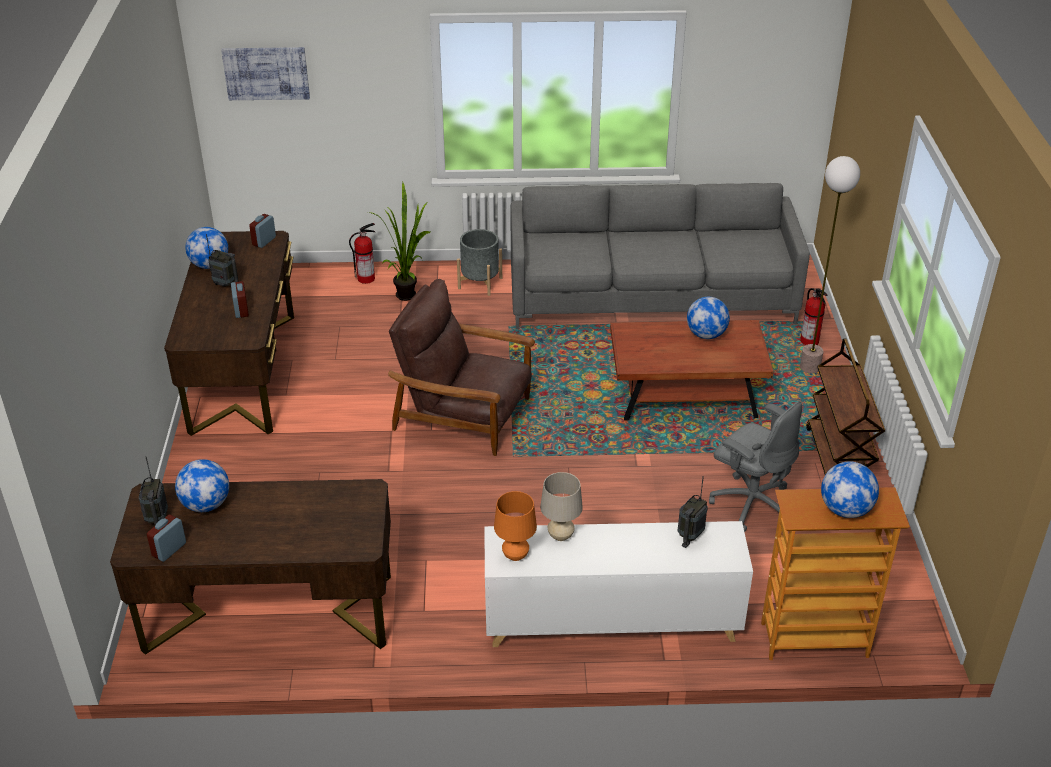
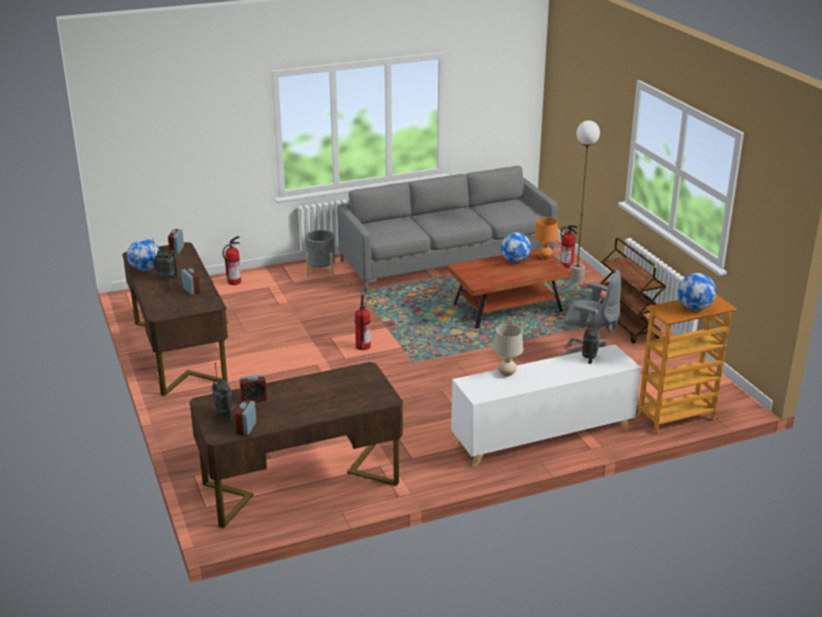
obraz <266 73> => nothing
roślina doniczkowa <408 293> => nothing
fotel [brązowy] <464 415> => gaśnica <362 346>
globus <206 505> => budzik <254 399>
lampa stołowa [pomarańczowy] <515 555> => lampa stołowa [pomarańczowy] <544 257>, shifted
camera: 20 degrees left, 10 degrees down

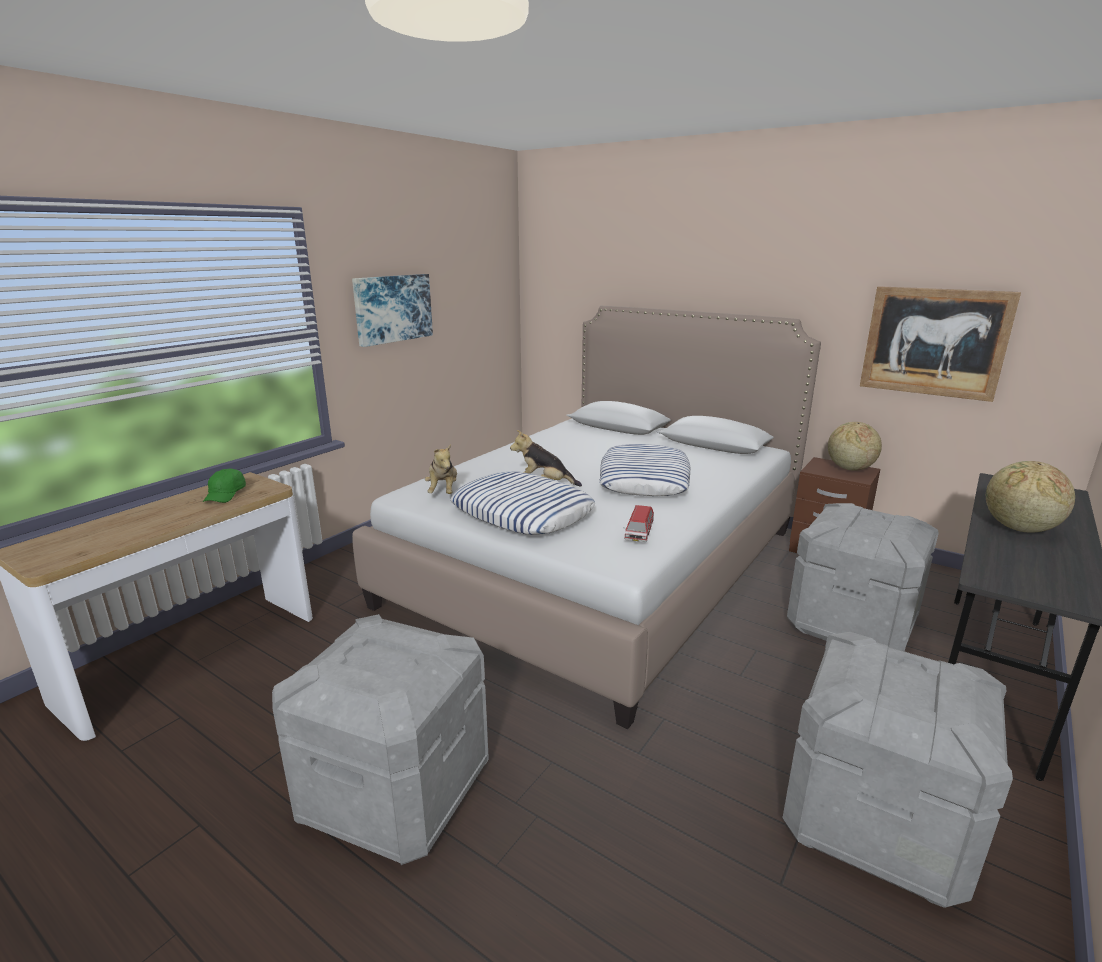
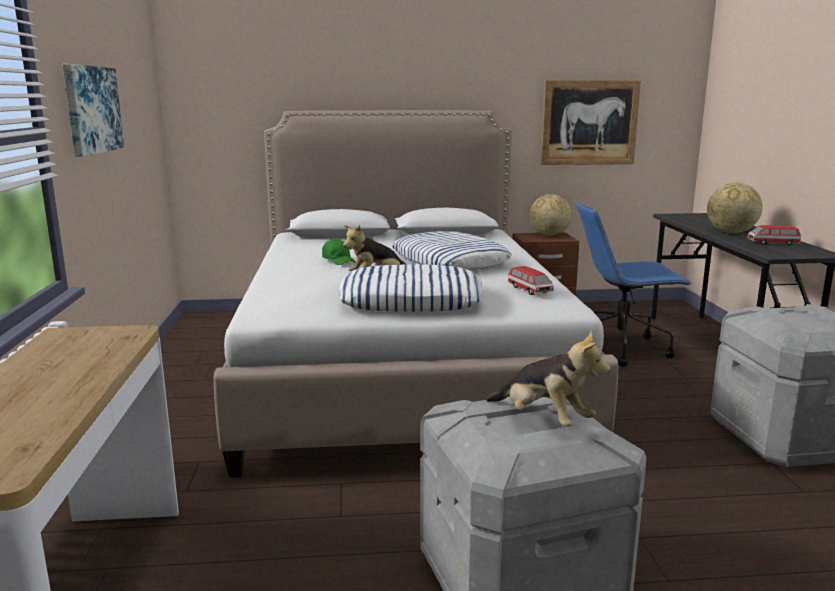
pluszak <443 491> => pluszak <543 419>, shifted
czapka z daszkiem [zielony] <226 495> => czapka z daszkiem [zielony] <339 261>, shifted
pojemnik do przechowywania [szary] <850 624> => krzesło biurowe [niebieski] <621 348>
nothing => samochodzik <772 244>
camera: 40 degrees left, 5 degrees down

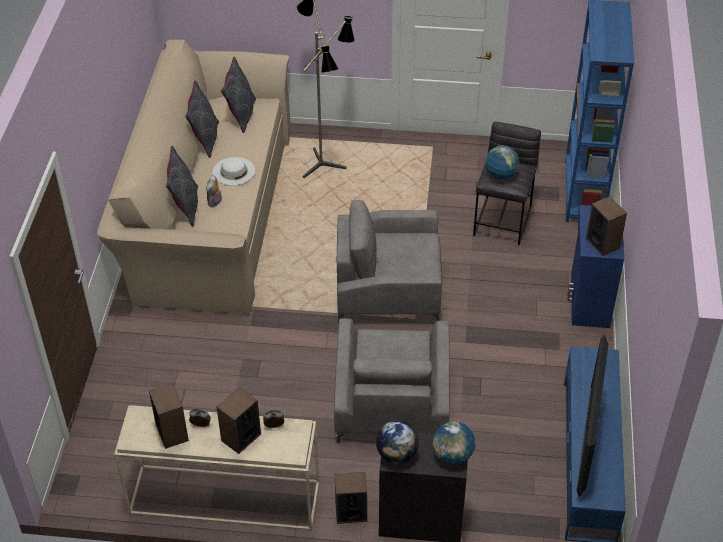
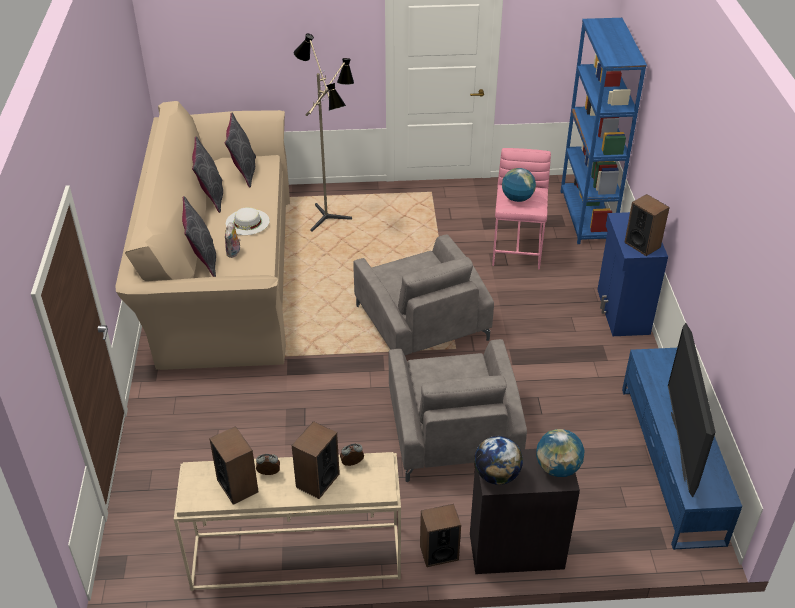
stołek [szary] <503 220> => stołek [różowy] <517 249>
fotel [szary] <388 287> => fotel [szary] <421 322>, 105 degrees counterclockwise
camera: 10 degrees left, 5 degrees down

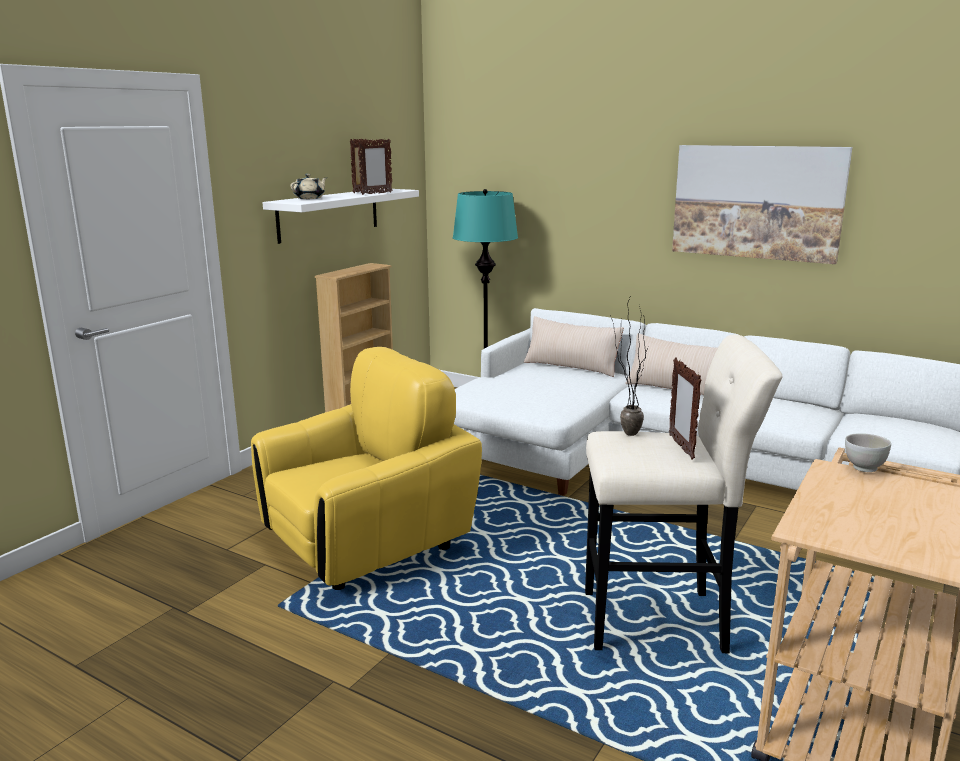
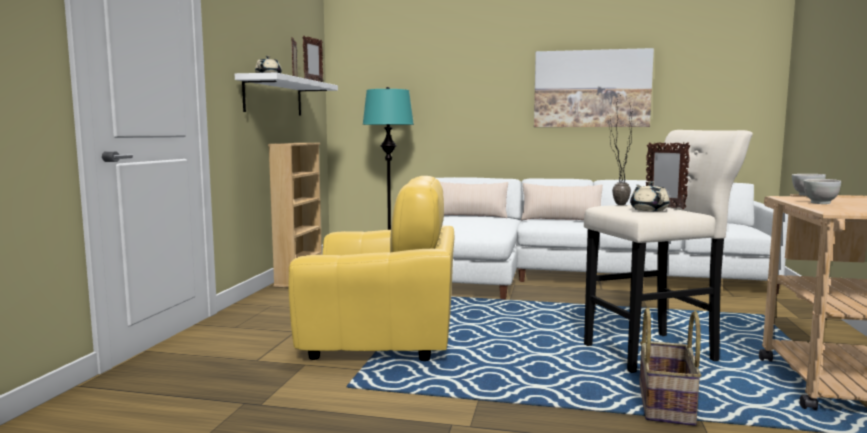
fotel [żółty] <367 541> => fotel [żółty] <381 340>, 60 degrees clockwise
nothing => miska [biały] <820 203>
nothing => imbryk [beżowy] <648 210>
nothing => koszyk <667 404>
camera: 20 degrees left, 10 degrees down

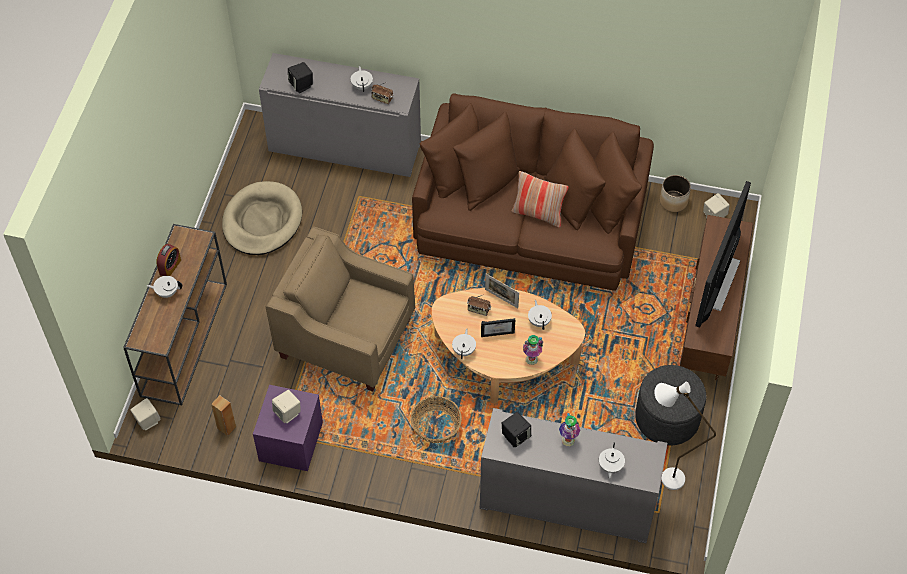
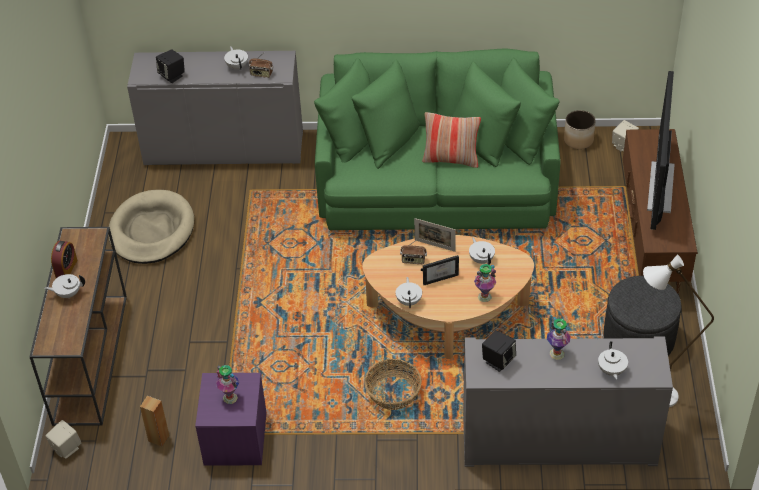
kanapa [brązowy] <530 220> => kanapa [zielony] <437 181>
fotel [beżowy] <346 338> => nothing
głośnik [beżowy] <287 413> => wazon <230 397>
camera: 10 degrees left, 10 degrees down

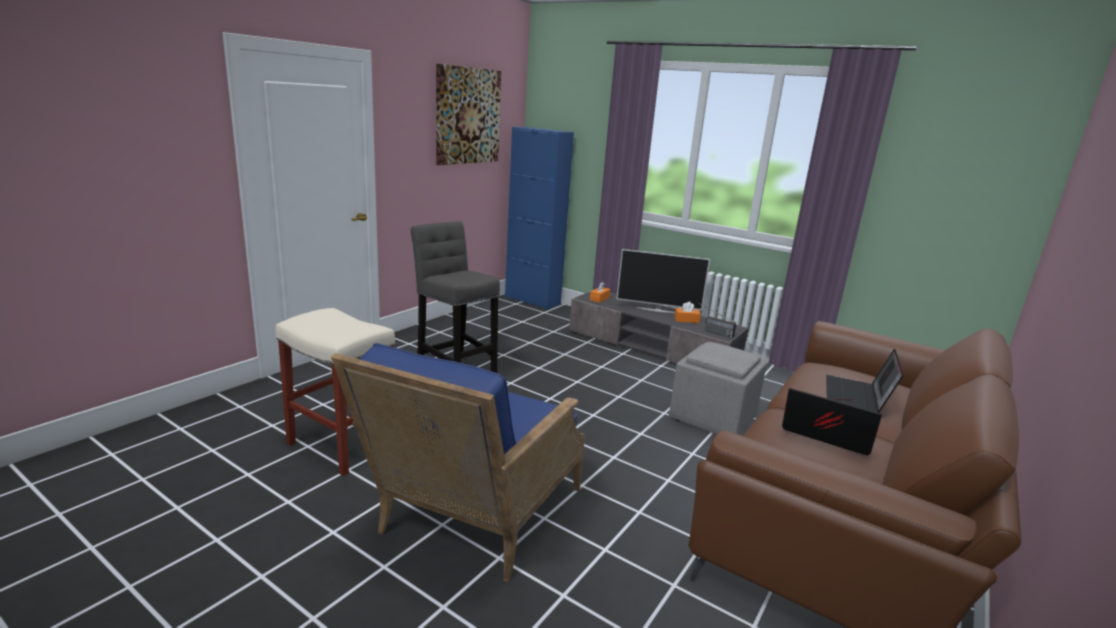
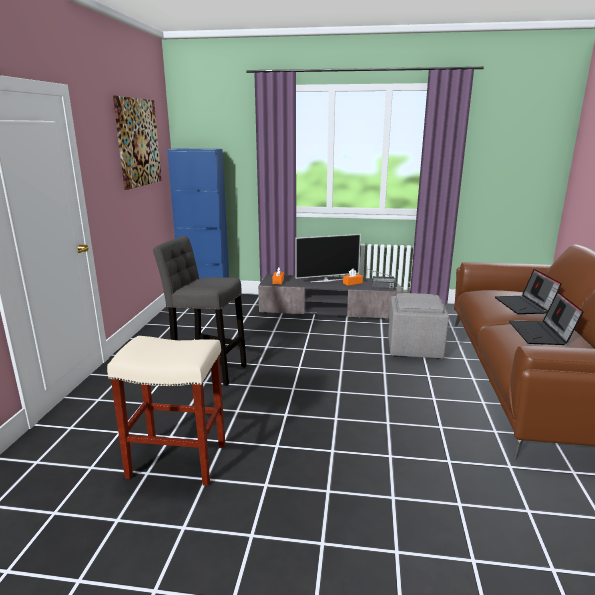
fotel [niebieski] <472 519> => nothing
laptop <825 435> => laptop <541 334>, 90 degrees counterclockwise
camera: 25 degrees left, 0 degrees up

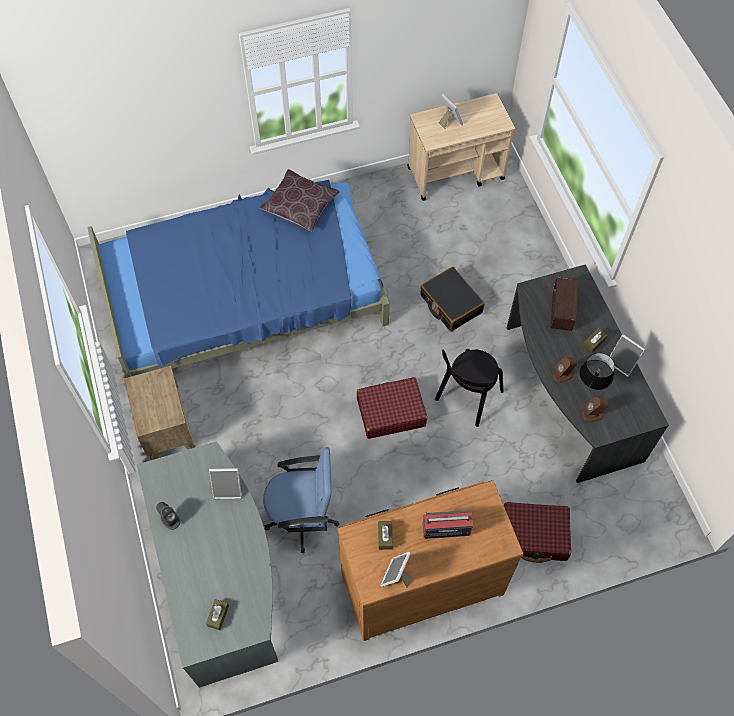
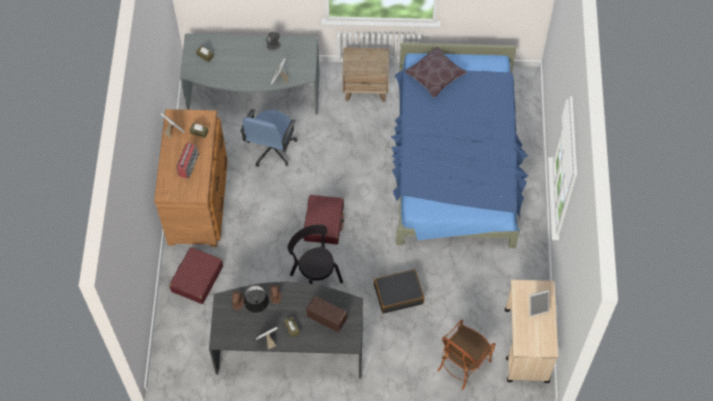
poduszka [brązowy] <300 206> => poduszka [brązowy] <435 76>, shifted
nothing => fotel <463 363>
camera: 110 degrees right, 0 degrees up

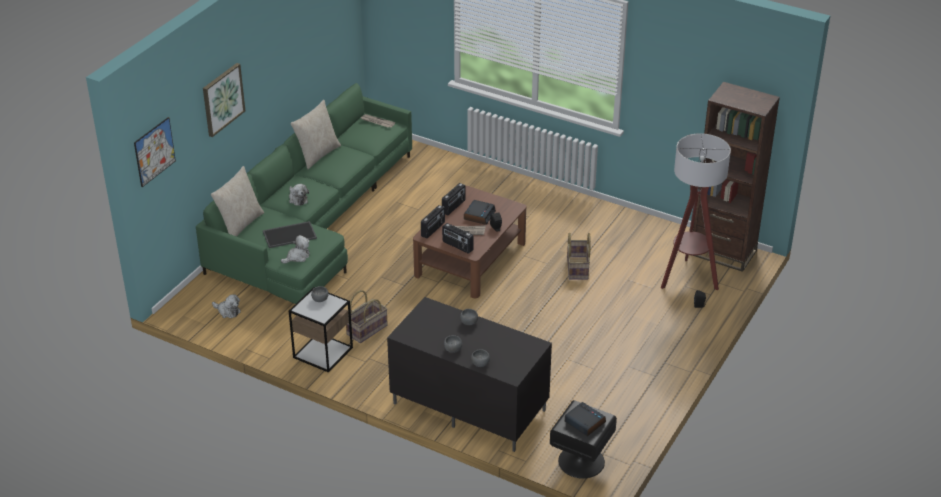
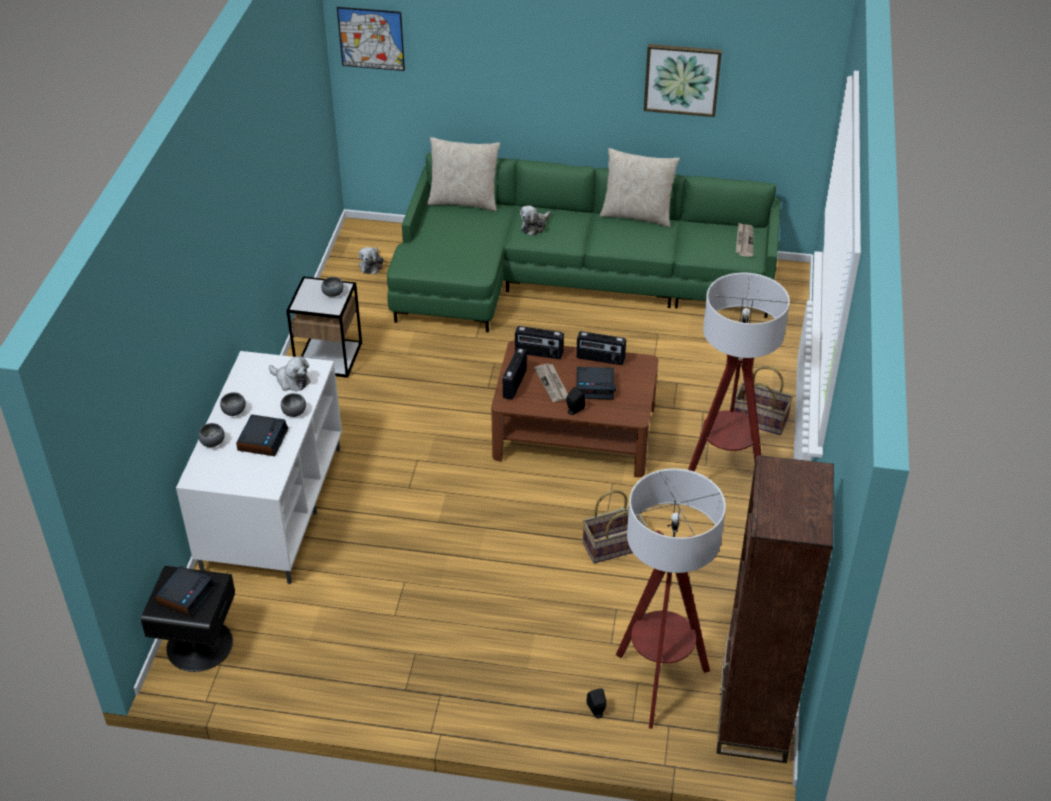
obraz <222 99> => obraz <682 79>, shifted
taca <290 234> => nothing
pluszak <297 257> => pluszak <291 381>, shifted
koszyk <366 329> => koszyk <760 419>, shifted
szafka pod telewizor [czarny] <467 407> => szafka pod telewizor [biały] <272 506>
nothing => lampa stojąca <724 477>
nothing => budzik <262 440>
camera: 70 degrees right, 5 degrees up

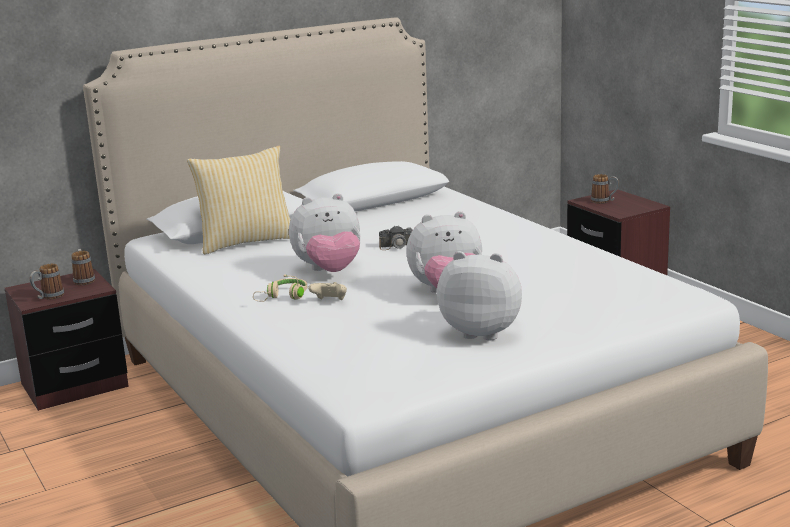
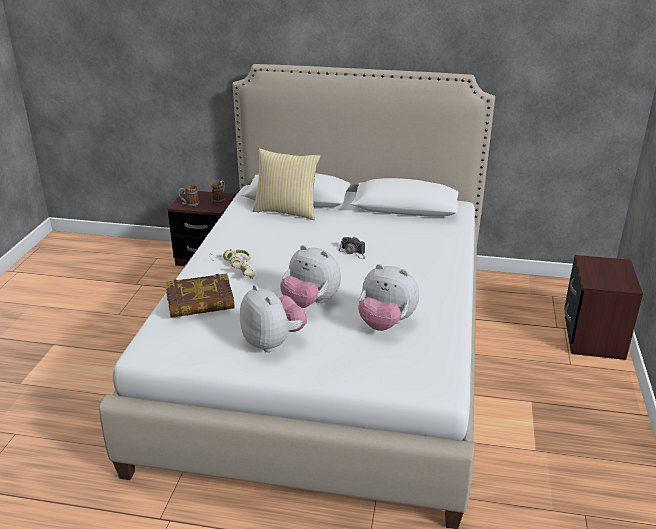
kubek <604 201> => nothing
pluszak <329 271> => pluszak <386 324>, shifted
nothing => książka <200 301>
camera: 40 degrees right, 10 degrees up

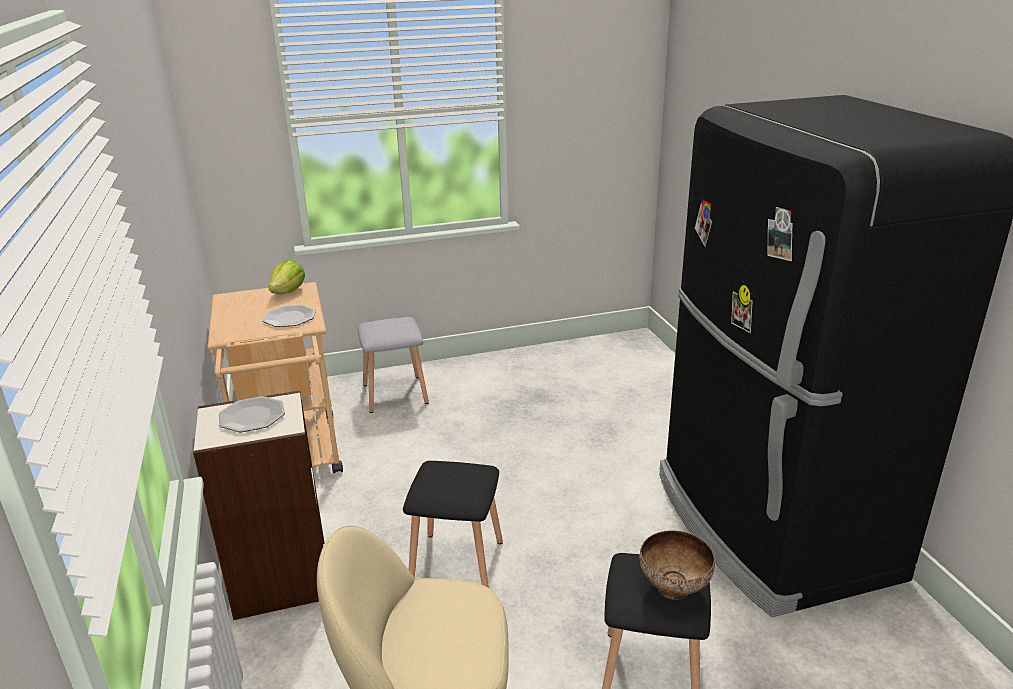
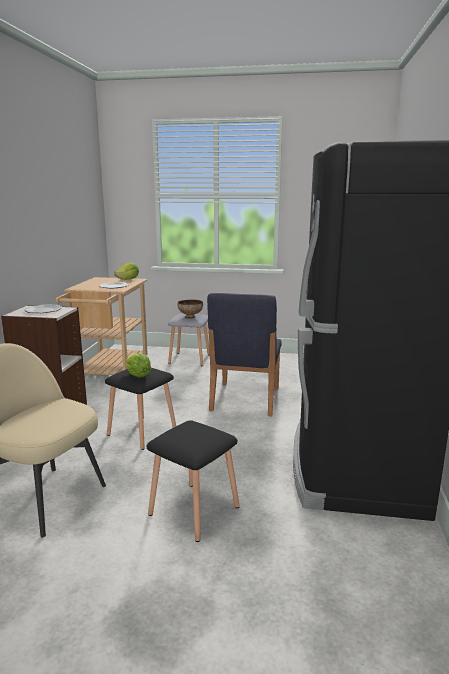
miska <674 589> => miska <190 317>, shifted
nothing => krzesło [niebieski] <244 399>
nothing => sałata <137 376>
camera: 25 degrees right, 10 degrees down

